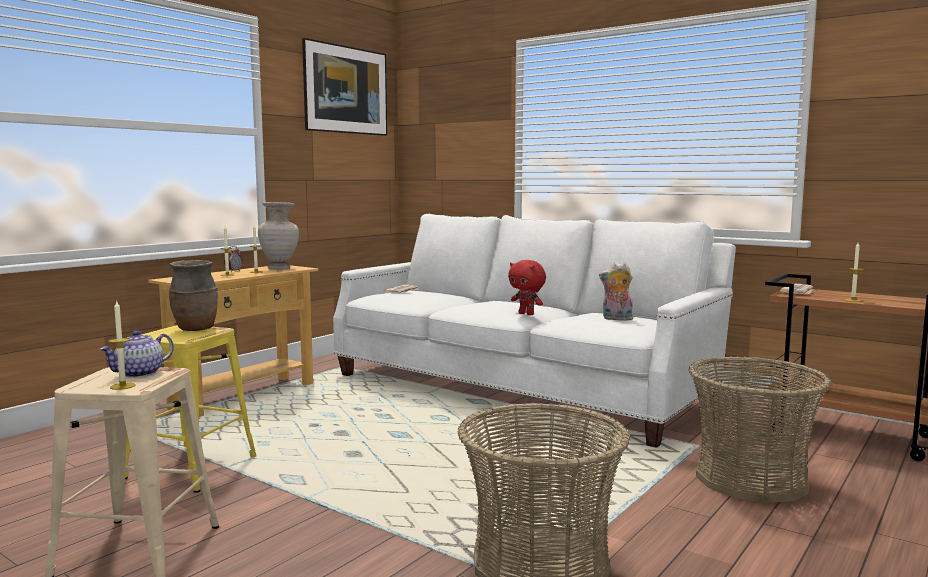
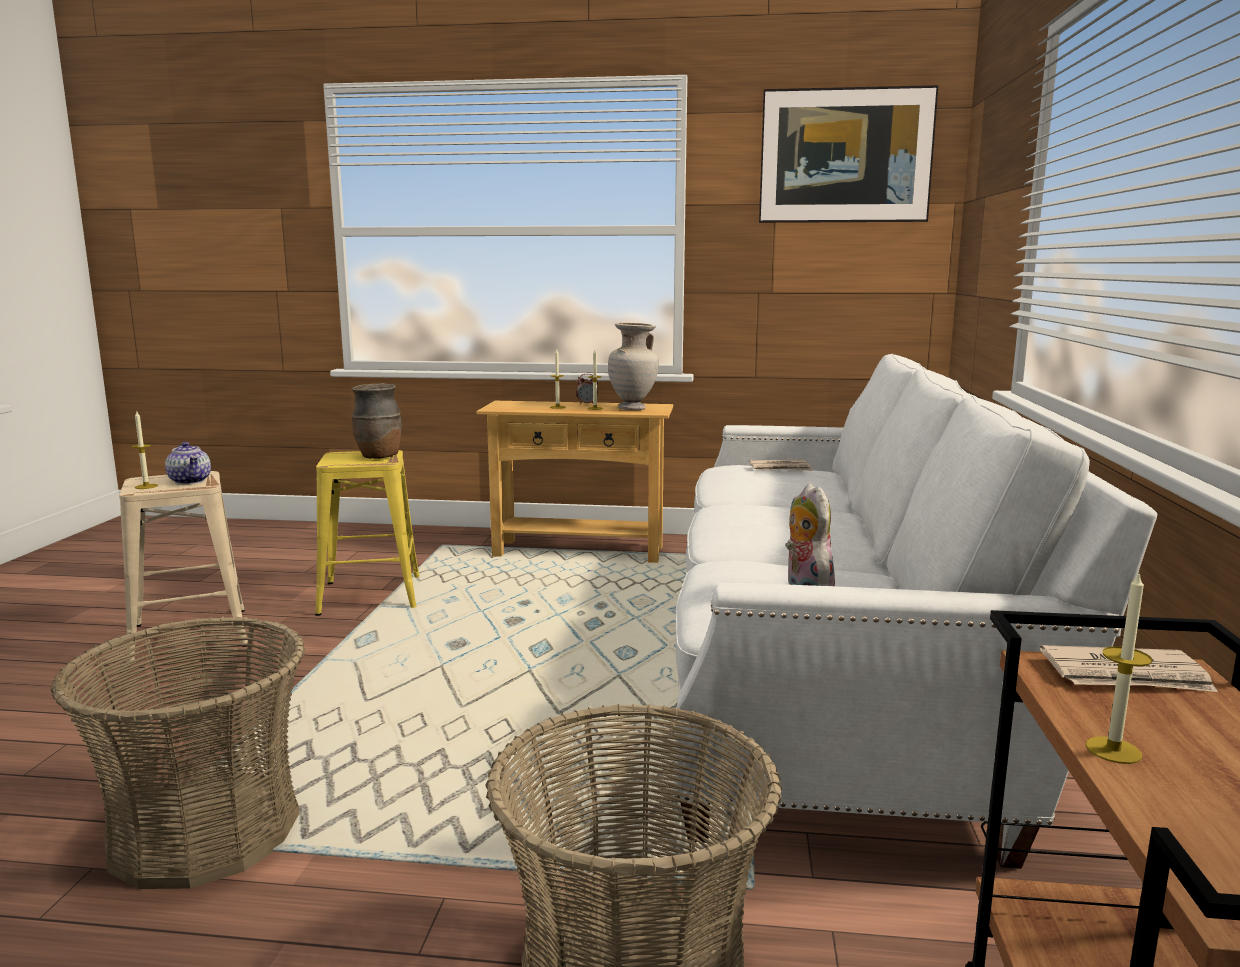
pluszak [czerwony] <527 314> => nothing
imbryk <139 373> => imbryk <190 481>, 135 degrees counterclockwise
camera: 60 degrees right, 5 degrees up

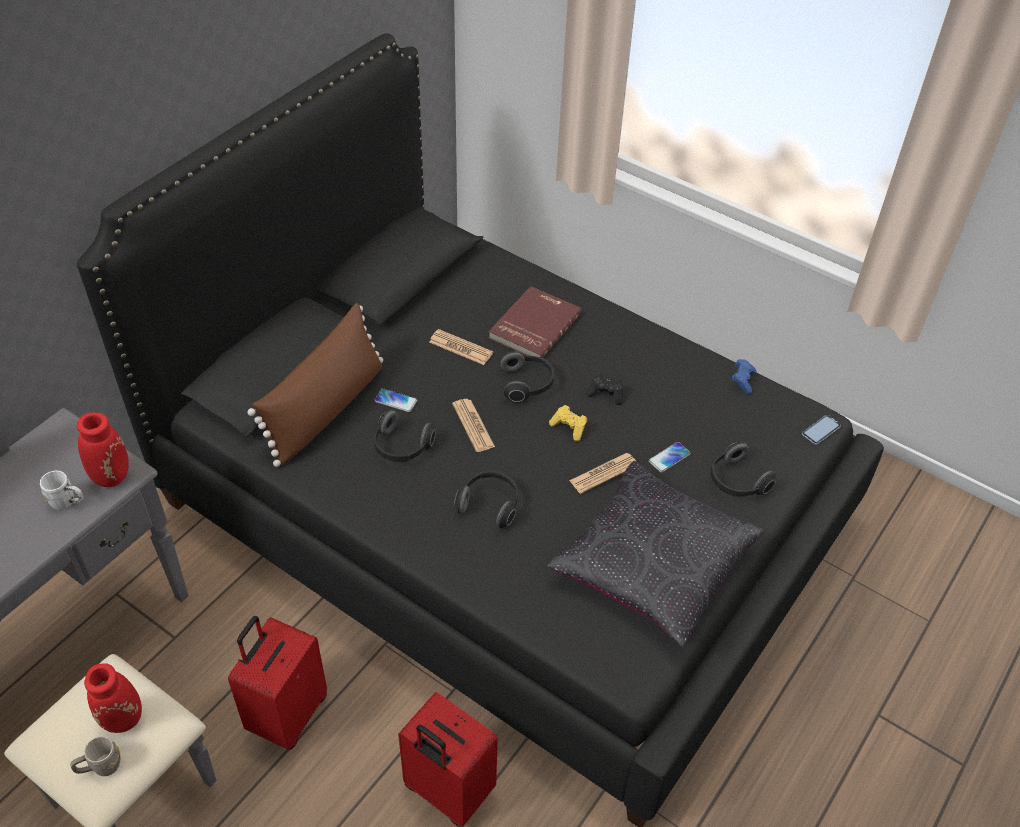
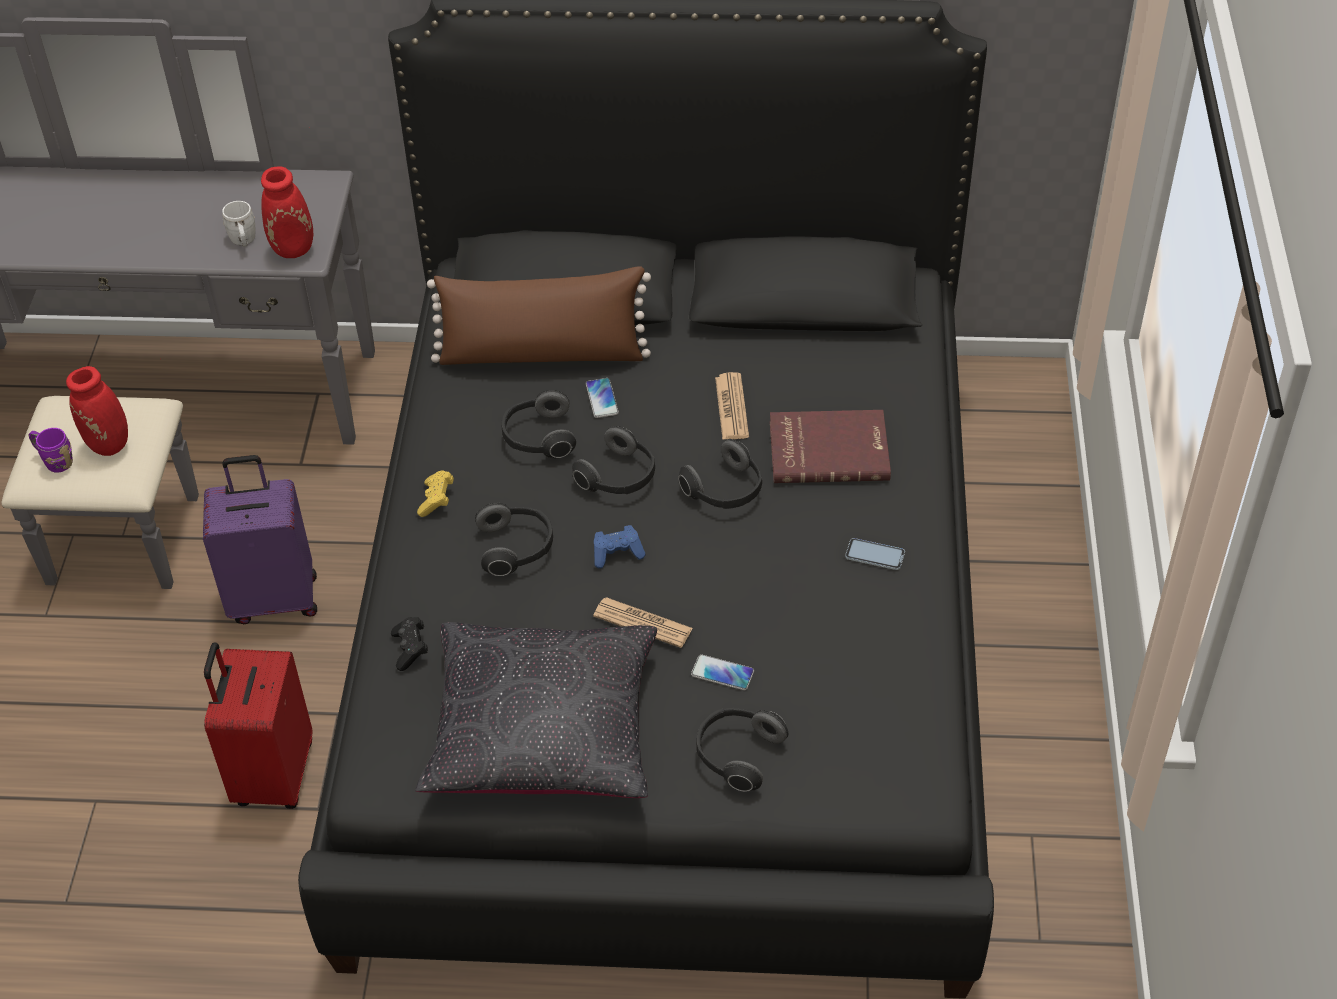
pad do gier [niebieski] <742 381> => pad do gier [niebieski] <617 553>, shifted
pad do gier [czarny] <606 394> => pad do gier [czarny] <410 649>, shifted
gazeta <473 425> => słuchawki <619 477>
pad do gier [żółty] <569 427> => pad do gier [żółty] <436 500>, shifted
telefon <821 430> => telefon <875 555>, shifted
walizka [czerwony] <287 714> => walizka [fioletowy] <274 598>
kubek [szary] <100 767> => kubek [fioletowy] <54 461>
camera: 60 degrees right, 0 degrees up

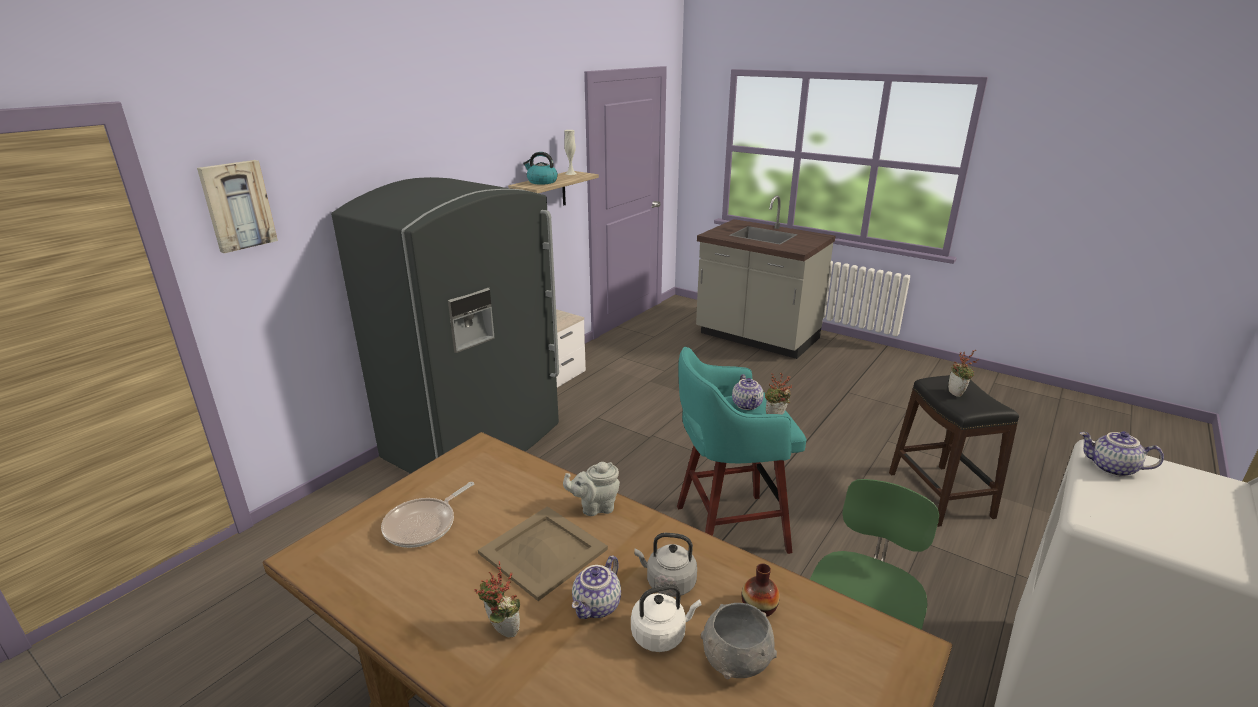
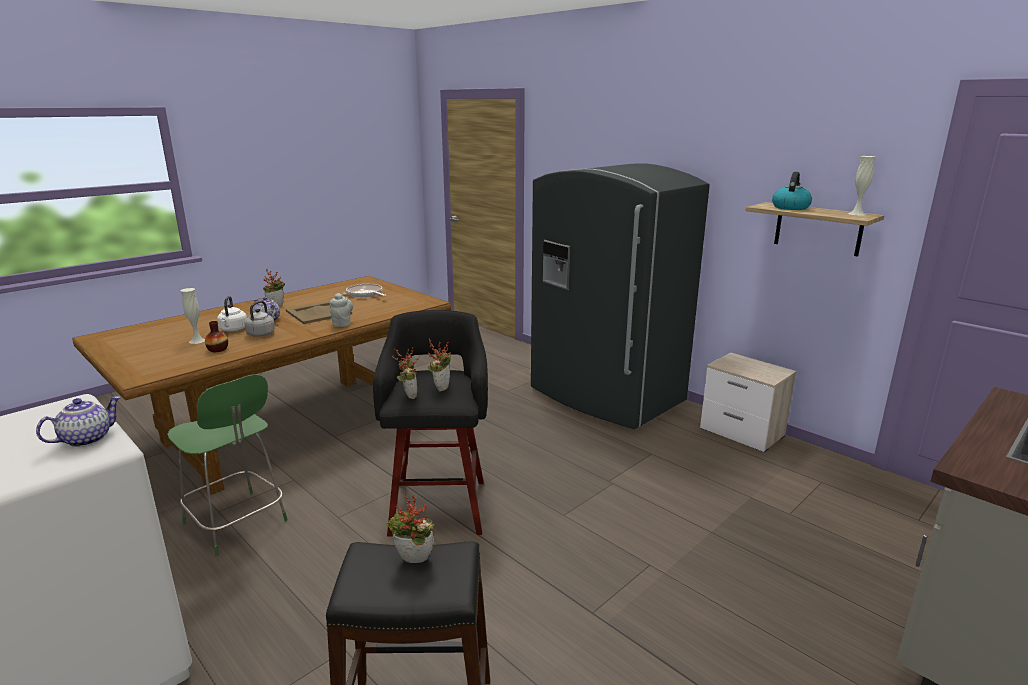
obraz <237 205> => nothing
stołek [turkusowy] <727 529> => stołek [czarny] <439 504>
imbryk <747 405> => roślina doniczkowa <441 387>
miska [szary] <735 661> => wazon [biały] <197 341>
camera: 100 degrees right, 5 degrees down

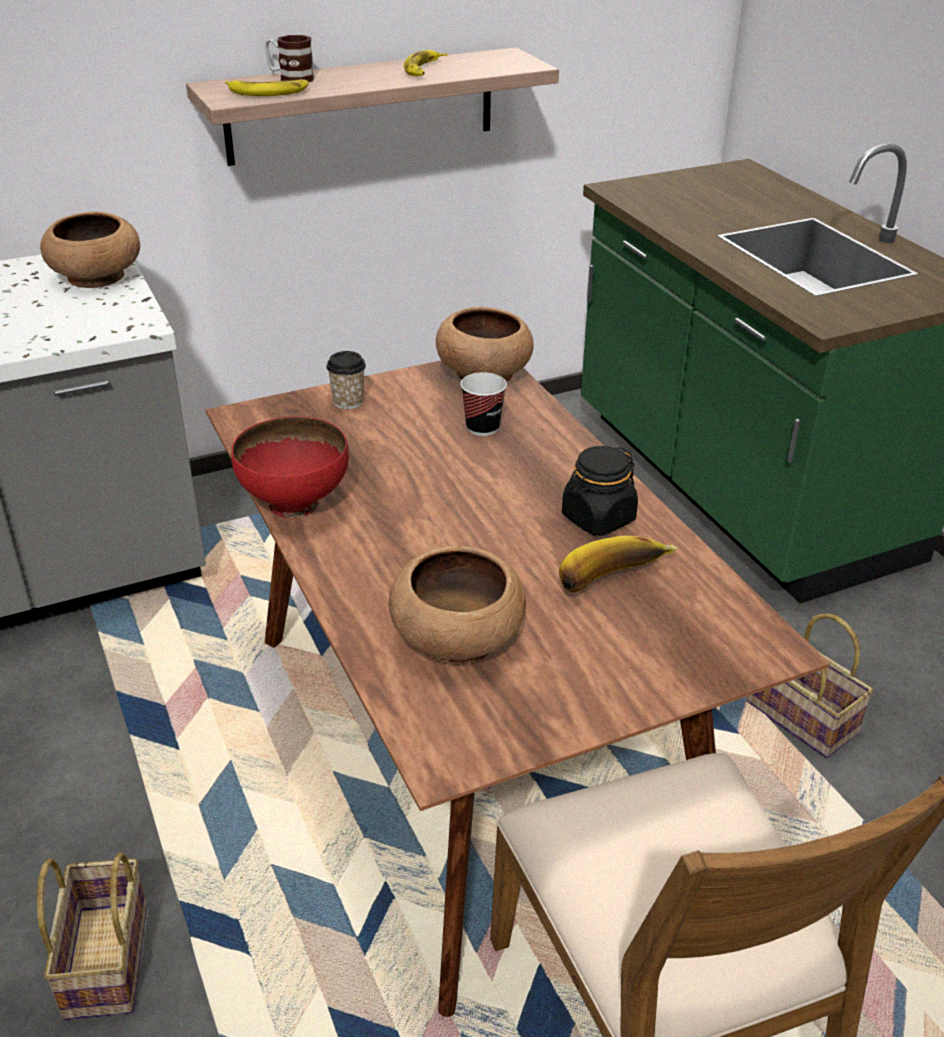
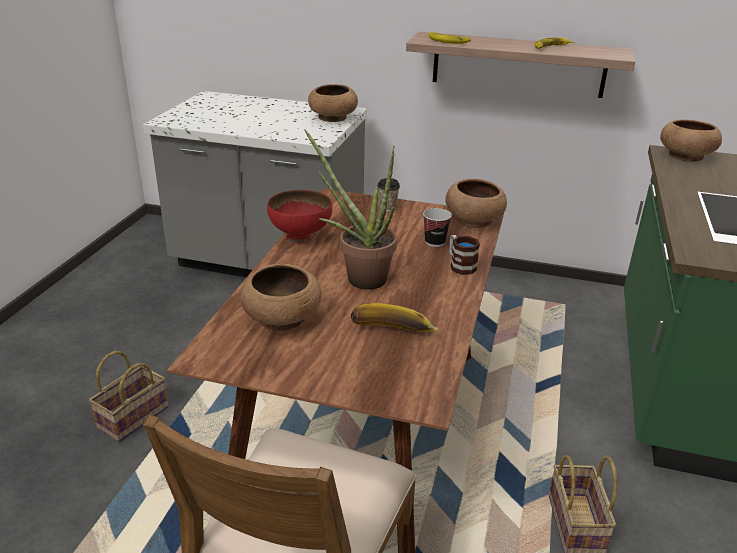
kubek <290 78> => kubek <460 265>, shifted
słoik [czarny] <598 518> => nothing
nothing => miska [brązowy] <685 156>
nothing => roślina doniczkowa <359 277>
camera: 40 degrees right, 5 degrees down

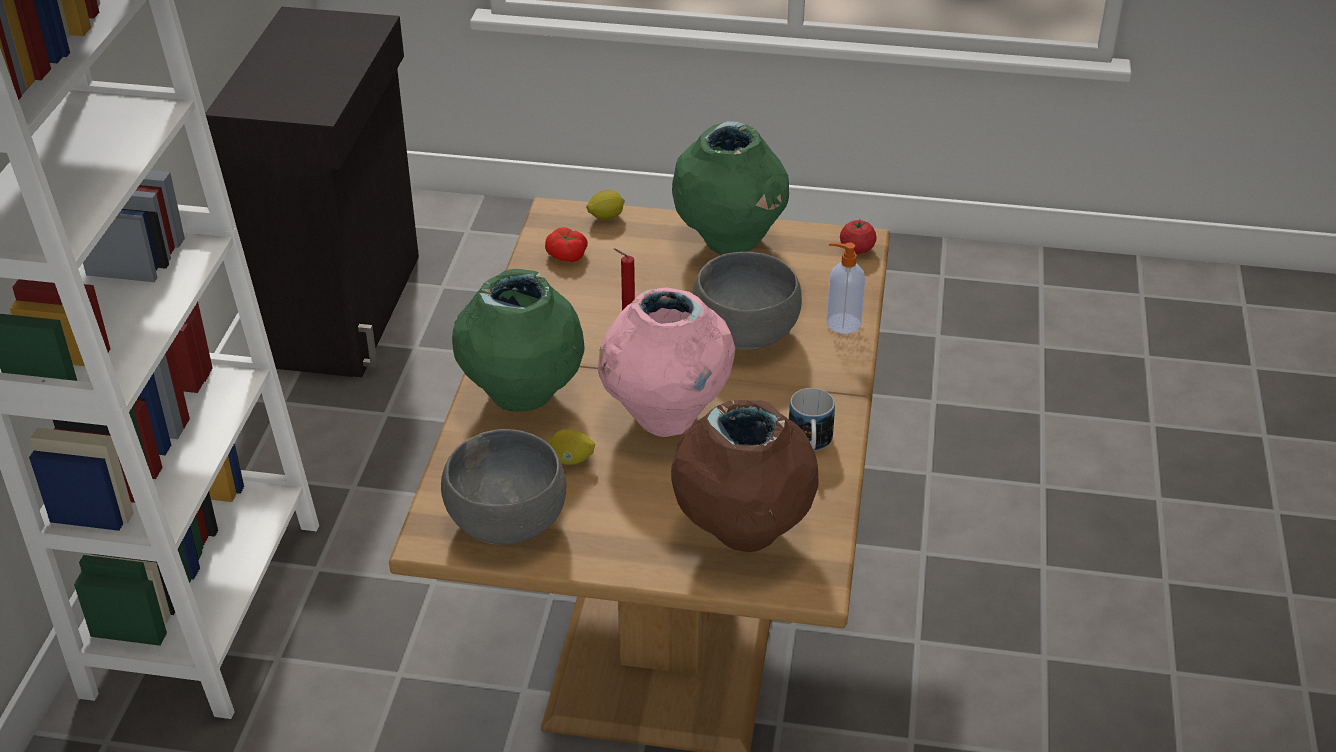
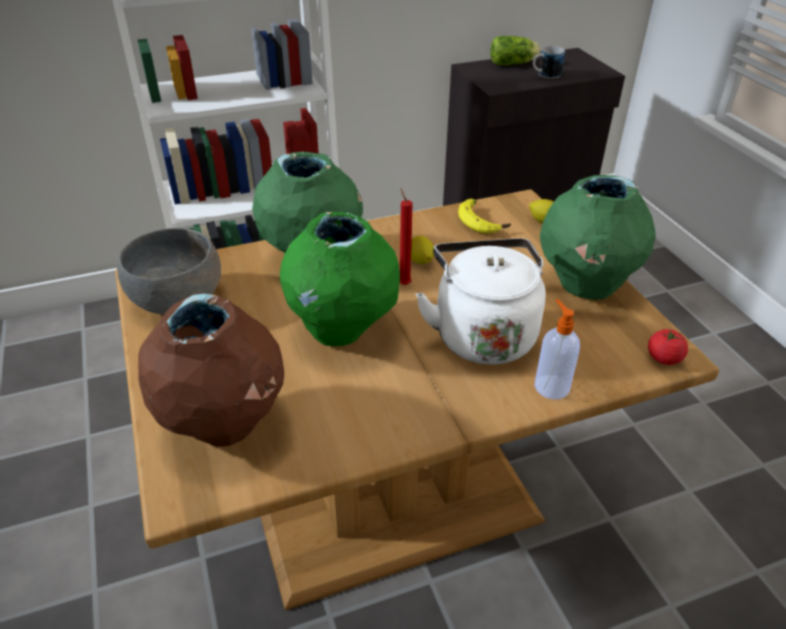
pomidor <566 255> => banan <482 221>
miska [szary] <745 332> => czajnik [biały] <482 333>
wazon [różowy] <665 416> => wazon [zielony] <341 330>
kubek <810 444> => kubek <544 75>, shifted
cytryna <571 460> => cytryna <420 261>, shifted
nothing => sałata <514 64>
camera: 60 degrees right, 0 degrees up

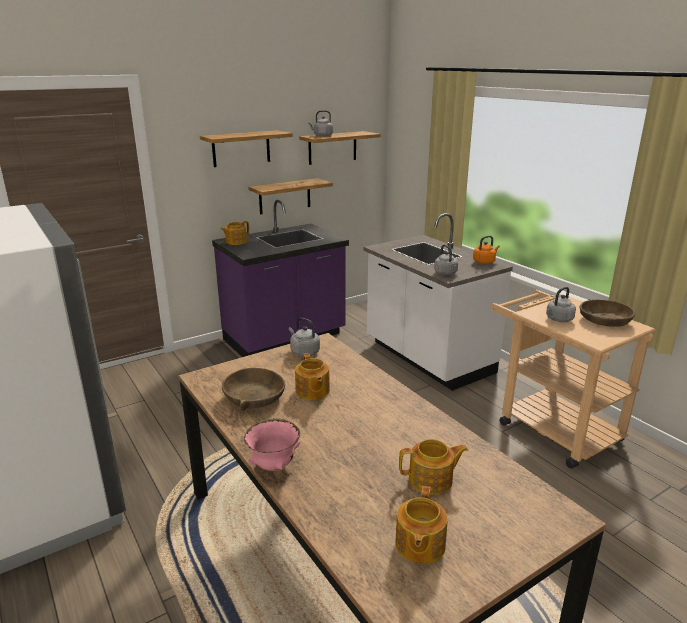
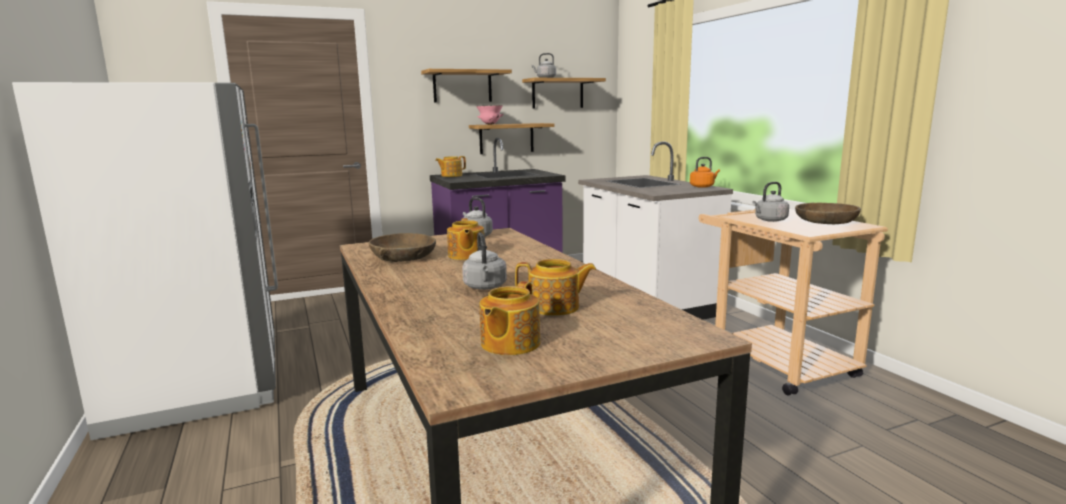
czajnik [szary] <446 273> => czajnik [szary] <485 287>, shifted
miska [różowy] <274 465> => miska [różowy] <490 124>, shifted
camera: 10 degrees right, 10 degrees down

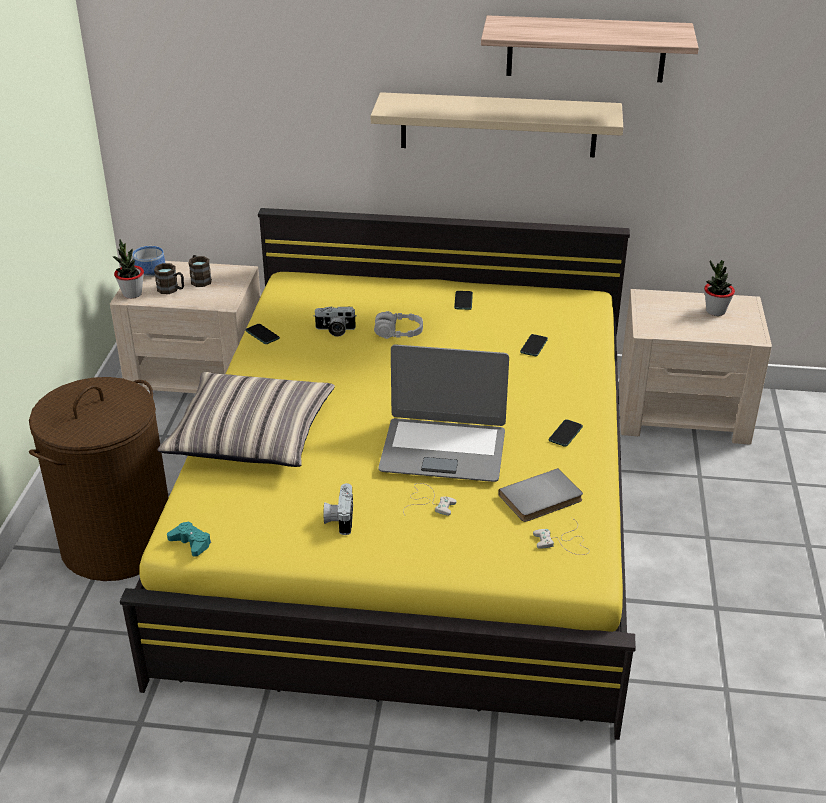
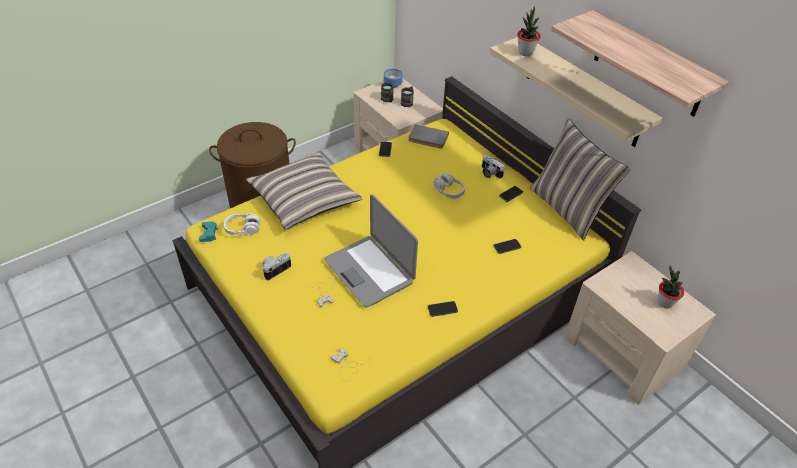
roślina doniczkowa <132 294> => roślina doniczkowa <525 52>, shifted
aparat fotograficzny <335 330> => aparat fotograficzny <489 173>, shifted
książka [szary] <542 499> => książka [szary] <428 138>, shifted
nothing => poduszka <567 209>
nothing => słuchawki [biały] <243 229>
camera: 45 degrees right, 10 degrees up

